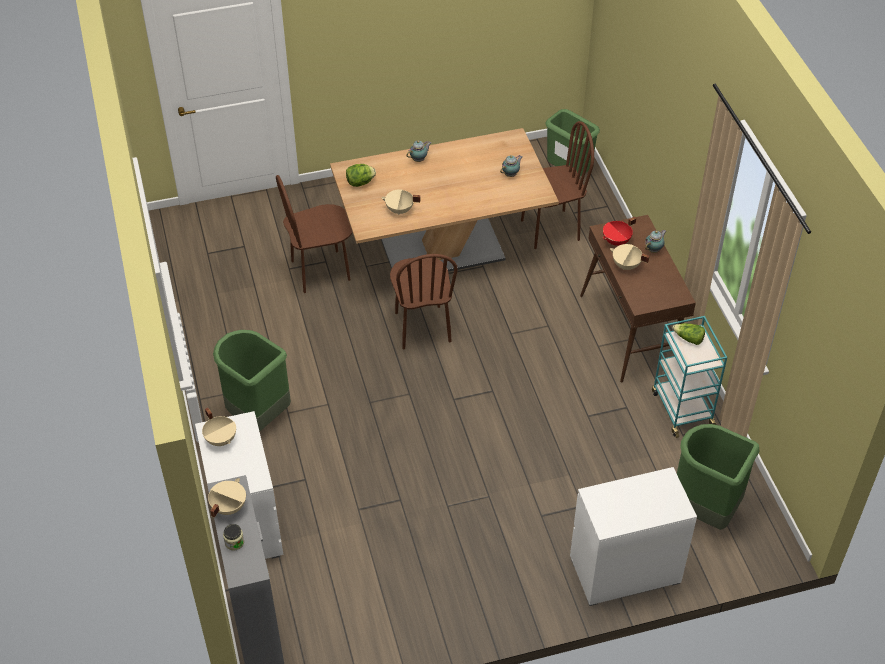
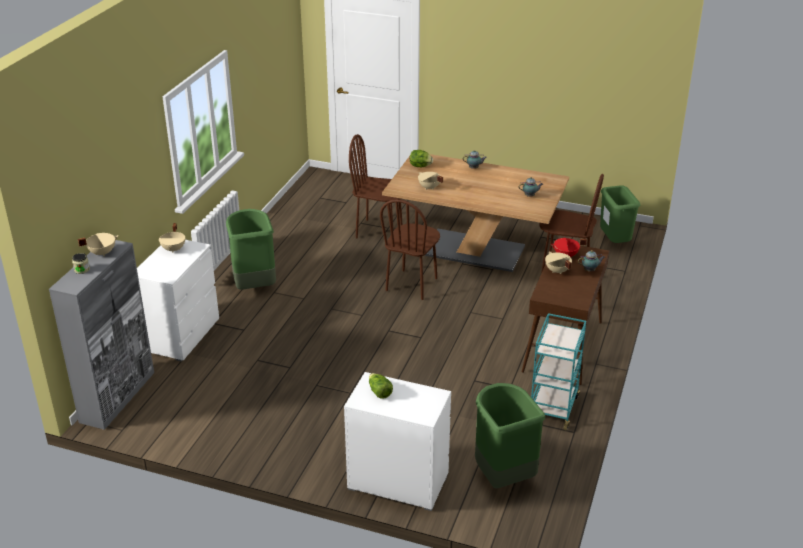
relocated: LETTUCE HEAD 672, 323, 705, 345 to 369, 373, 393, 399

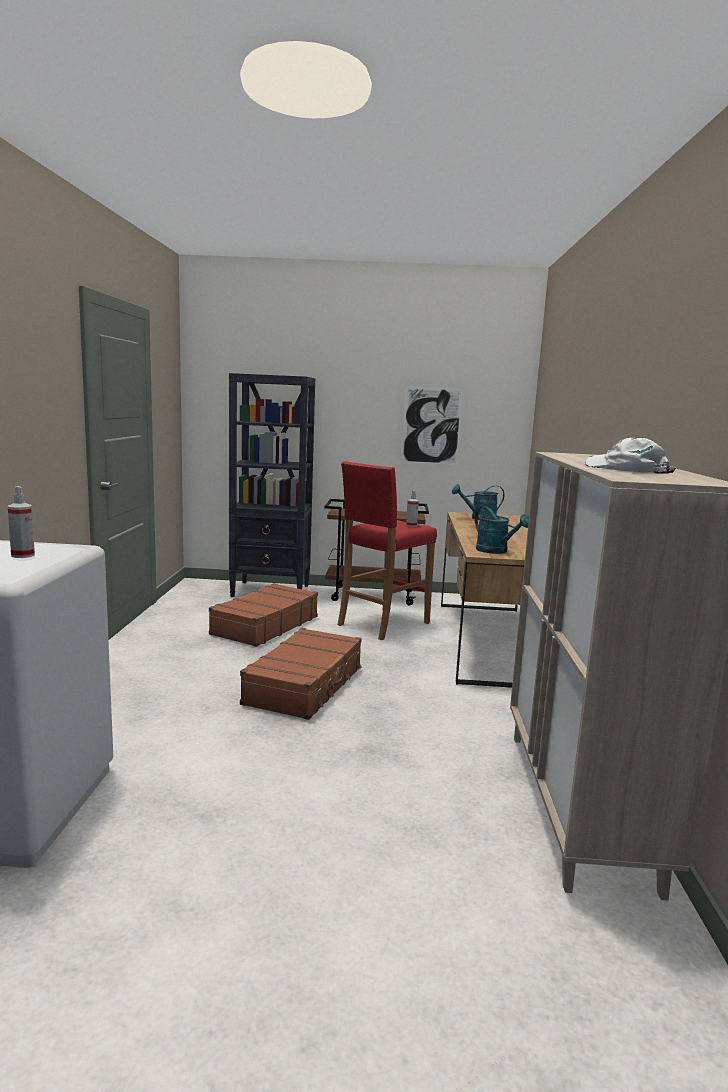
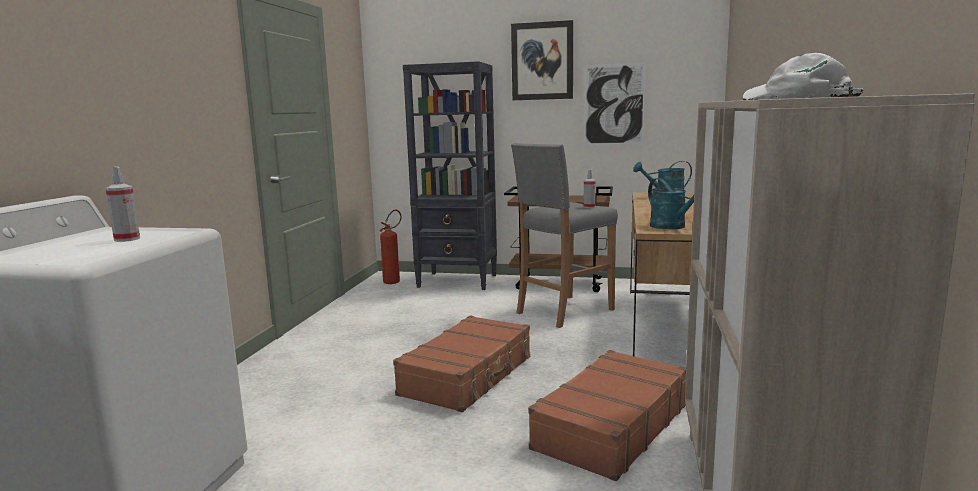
appeared: EXTINGUISHER 379, 209, 402, 284; WALL PICTURE 511, 20, 573, 100
relocated: BROWN-COLOURED TRAVEL CASE 209, 583, 318, 647 to 528, 350, 686, 481
colour: RED STOOL SEAT 338, 461, 437, 640 to GREY STOOL SEAT 511, 143, 618, 328

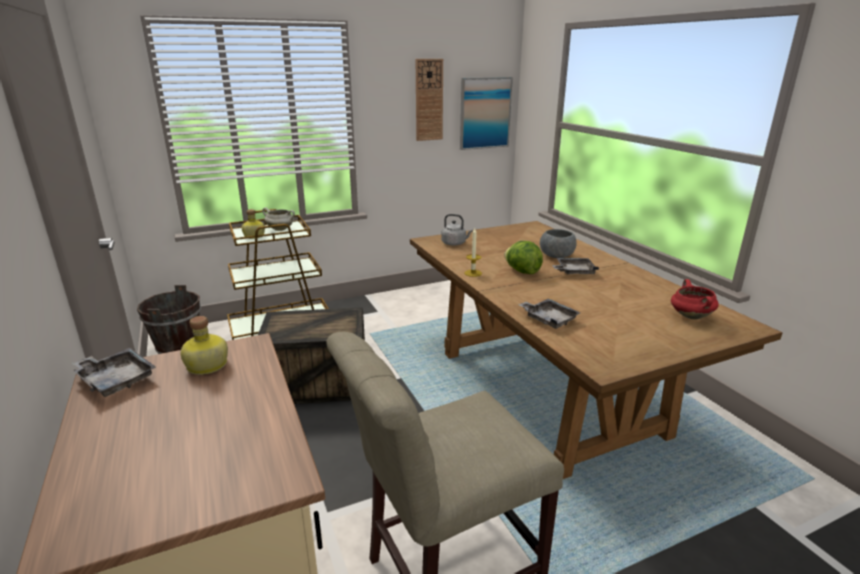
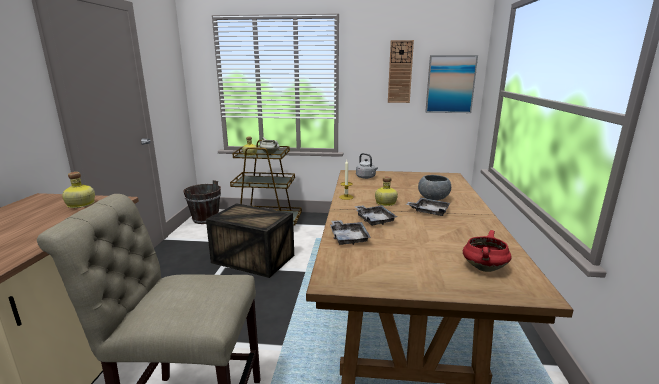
relocated: GREY TRAY 73, 348, 156, 397 to 354, 205, 397, 226
exchanged: LETTUCE HEAD 504, 241, 543, 274 to DRINK BOTTLE 375, 176, 398, 206

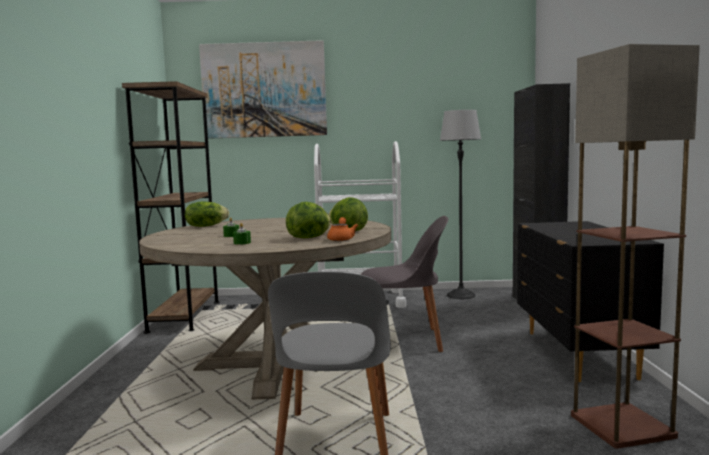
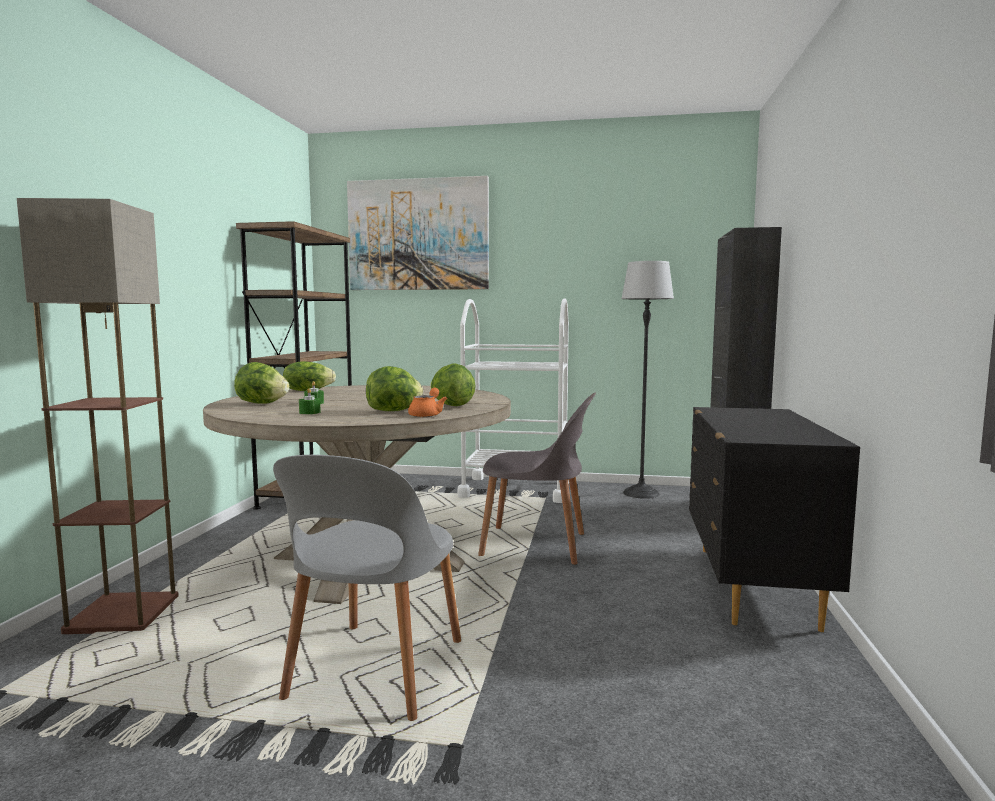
appeared: LETTUCE HEAD 234, 362, 289, 404
relocated: STANDING LAMP 571, 44, 700, 449 to 17, 198, 179, 634

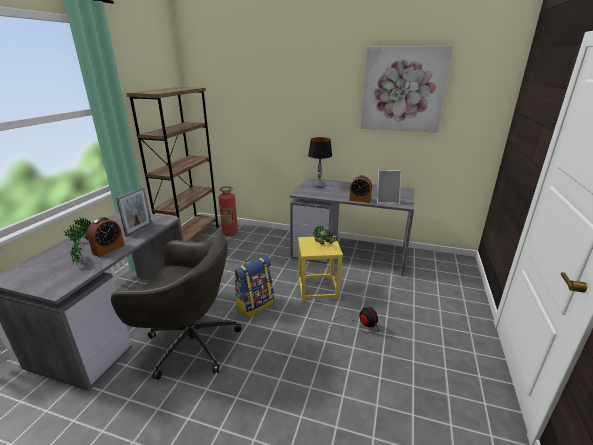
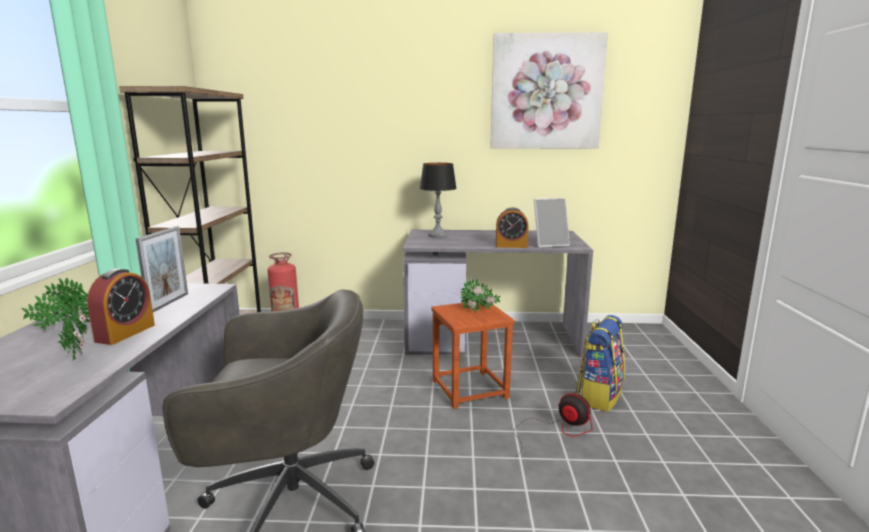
relocated: RUCKSACK 234, 257, 274, 318 to 575, 315, 625, 412
colour: YELLOW STOOL SEAT 298, 236, 343, 301 to BROWN-COLOURED STOOL SEAT 431, 301, 515, 409

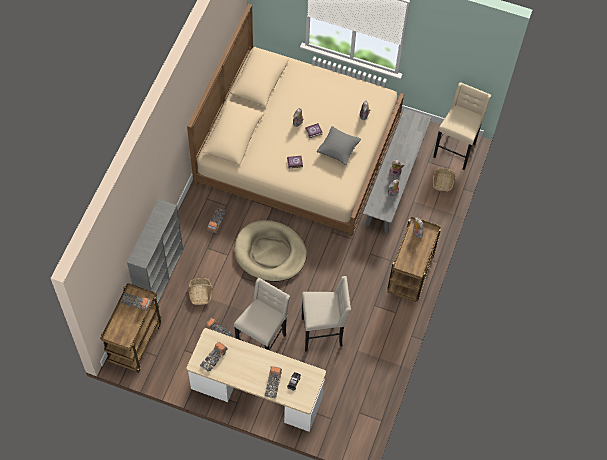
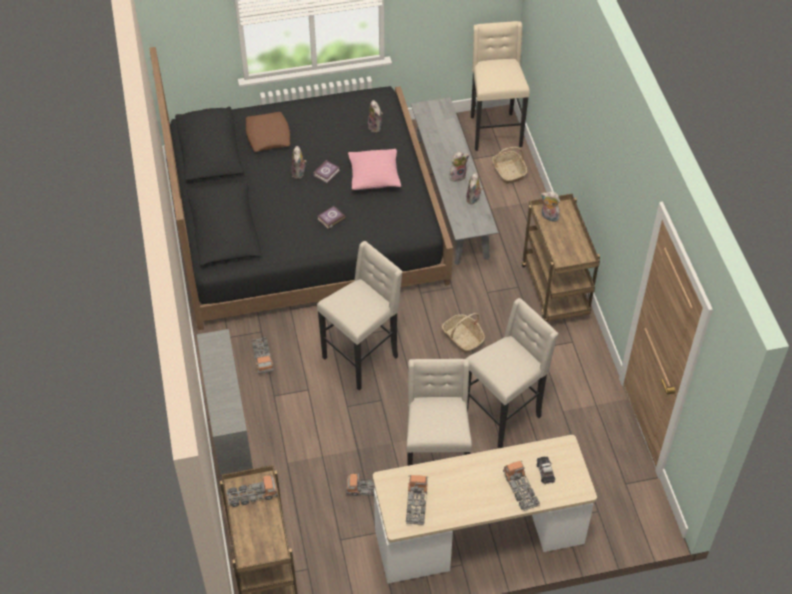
appeared: BROWN-COLOURED PILLOW 246, 112, 290, 152
relocated: HOUSEHOLD BASKET 189, 278, 213, 305 to 442, 313, 485, 353
exchanged: BEIGE DOG CUSHION 234, 220, 307, 282 to BEIGE STOOL SEAT 317, 241, 403, 390
colour: BEIGE BED 187, 4, 404, 236 to BLACK-COLOURED BED 149, 47, 453, 330; GREY PILLOW 317, 126, 361, 165 to PINK PILLOW 348, 149, 401, 190

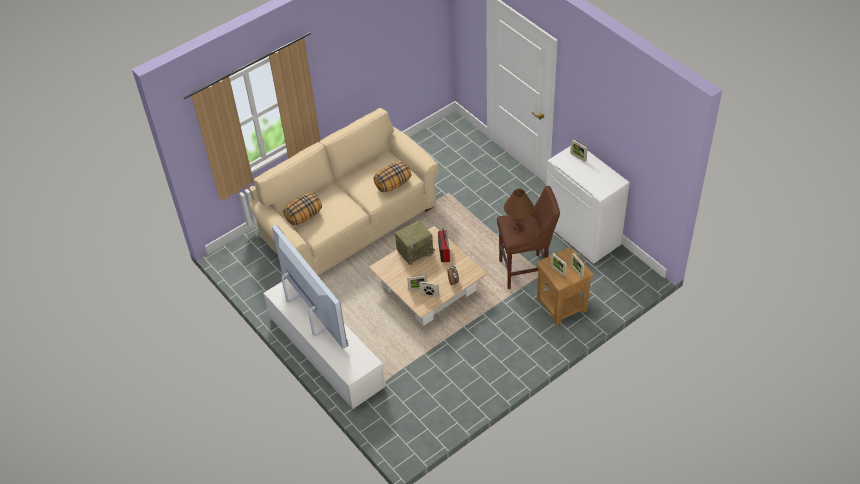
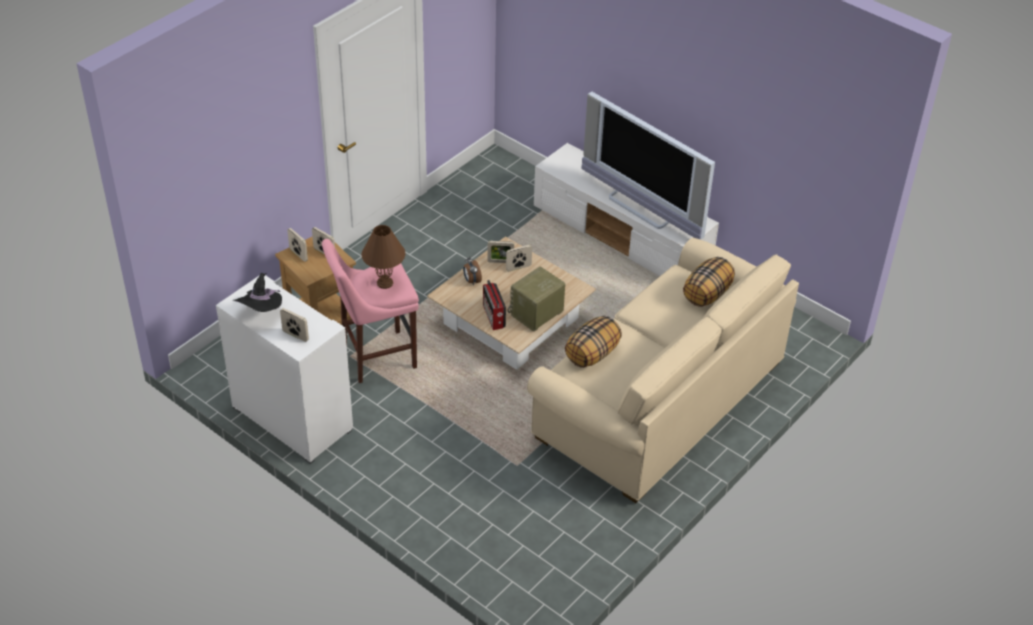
appeared: BLACK-COLOURED WEARABLE HAT 233, 273, 282, 312
colour: BROWN-COLOURED STOOL SEAT 497, 186, 560, 289 to PINK STOOL SEAT 322, 239, 419, 383

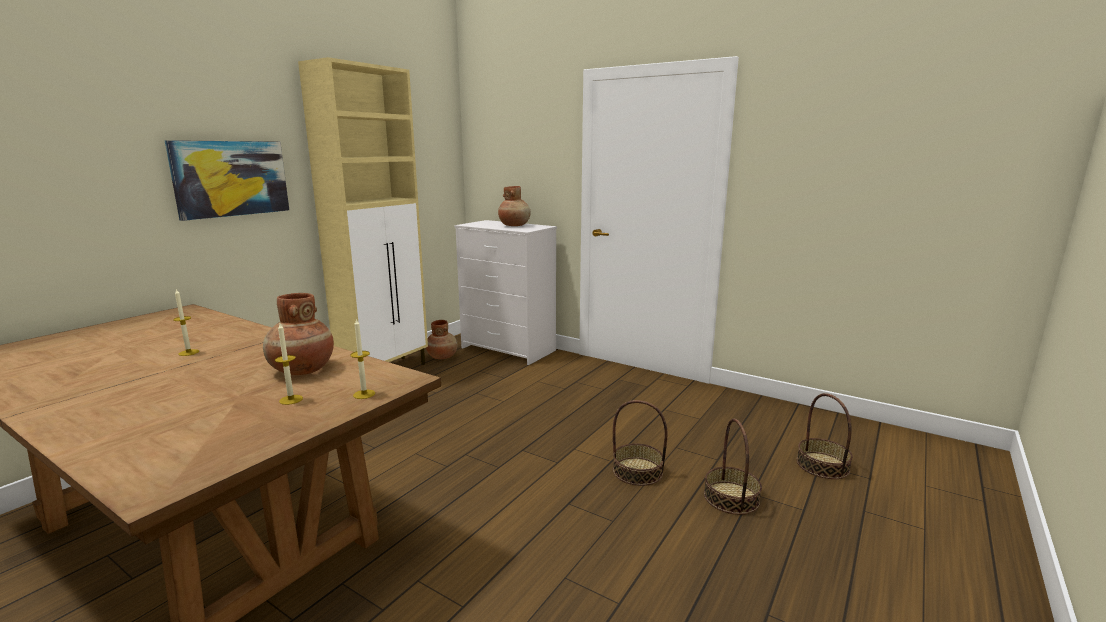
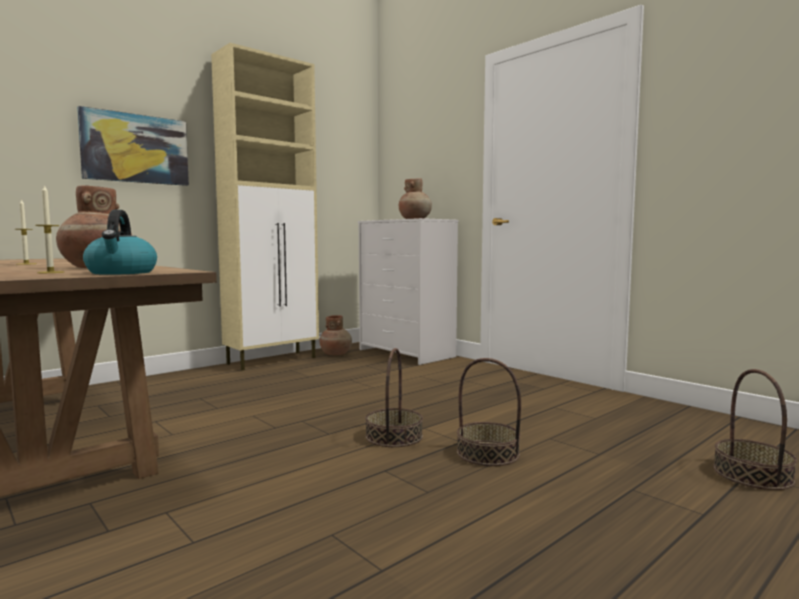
relocated: HOUSEHOLD BASKET 704, 419, 762, 515 to 365, 348, 423, 447
exchanged: CANDLE 350, 318, 375, 399 to KETTLE 83, 210, 157, 275

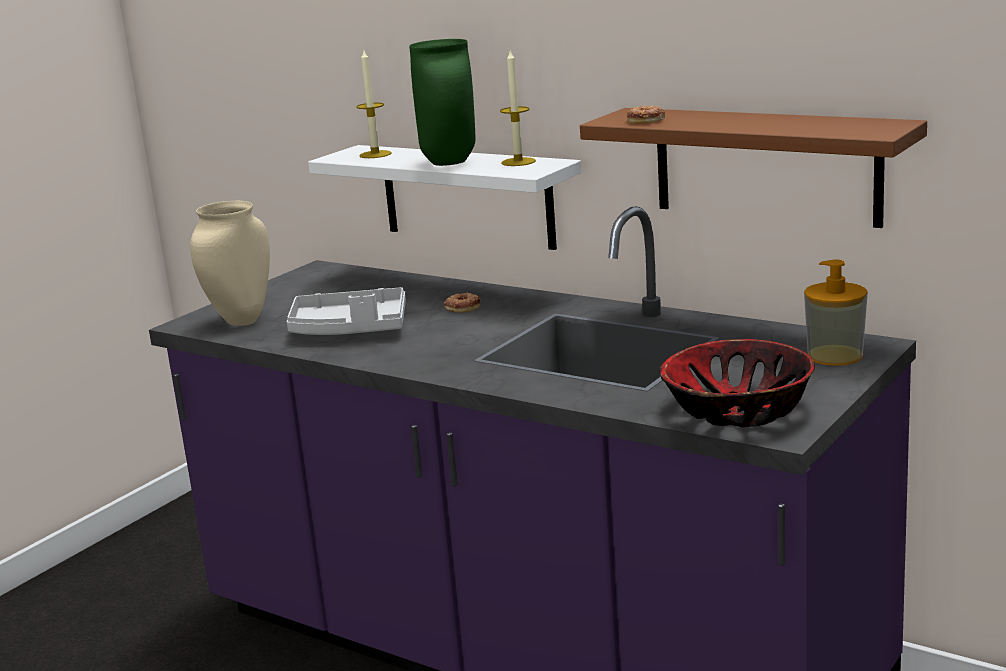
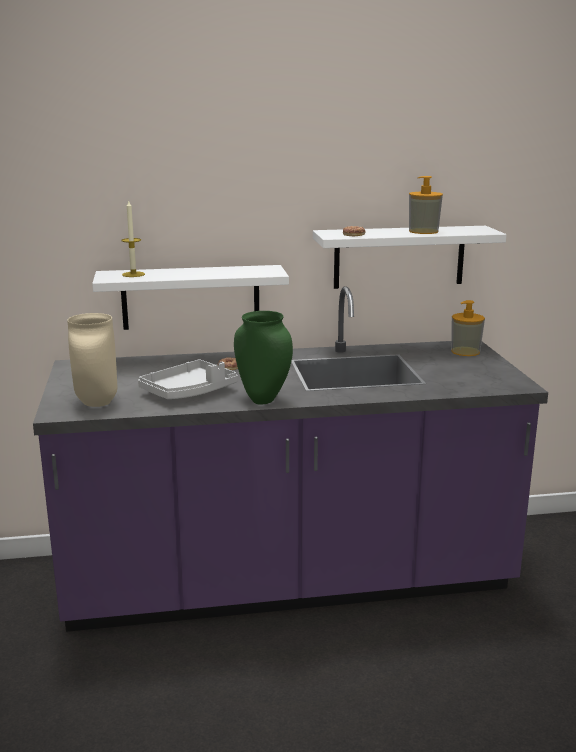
missing: CANDLE 500, 51, 536, 166; BOWL 660, 339, 815, 428
appeared: SOAP DISPENSER 409, 176, 443, 234
relocated: GREENISH FLOWER VASE 409, 39, 476, 166 to 234, 311, 293, 405
colour: BROWN-COLOURED SHELF 580, 108, 927, 228 to WHITISH SHELF 313, 226, 506, 289

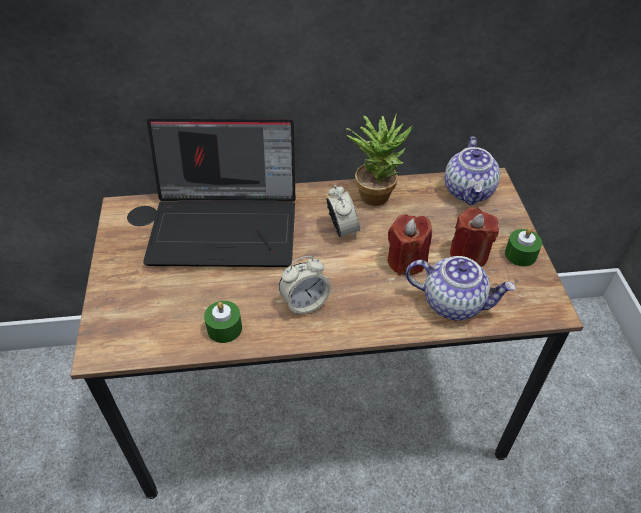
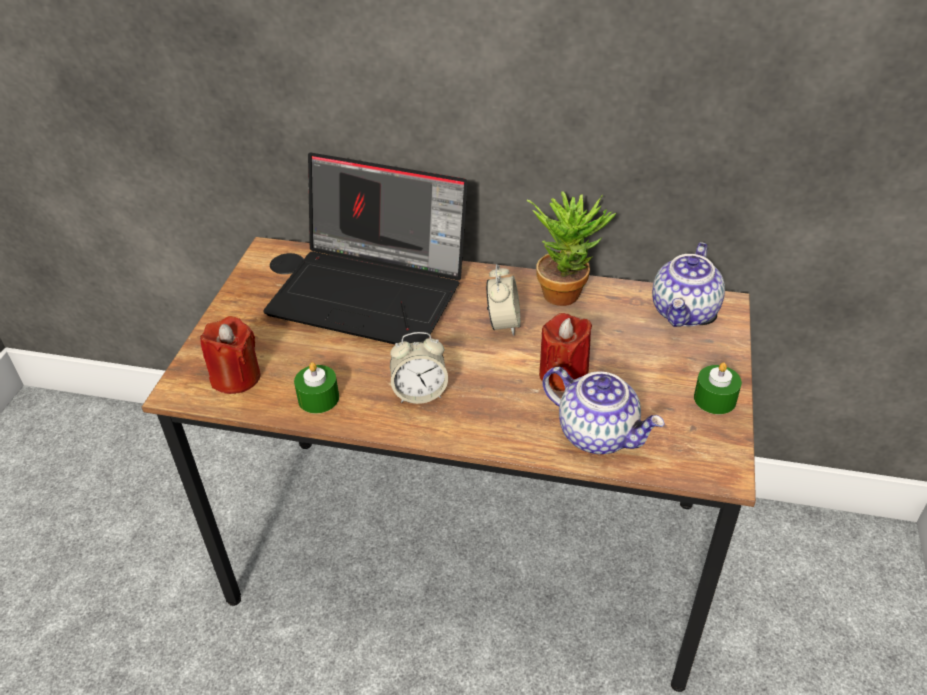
relocated: RED CANDLE 450, 207, 499, 267 to 200, 316, 260, 394

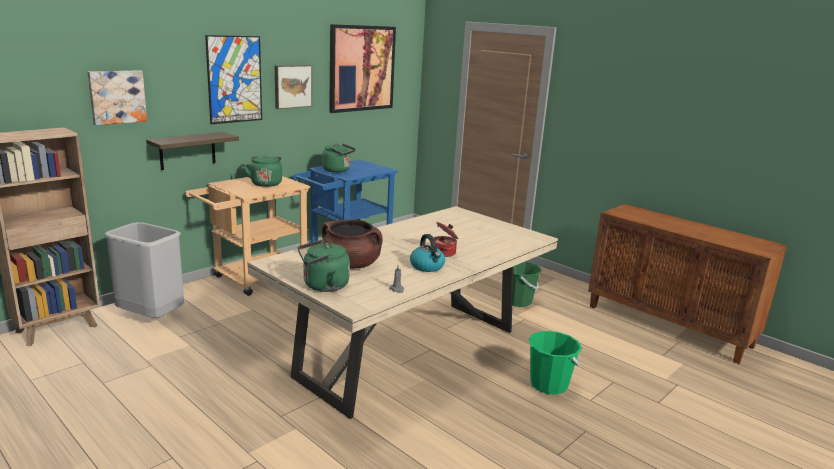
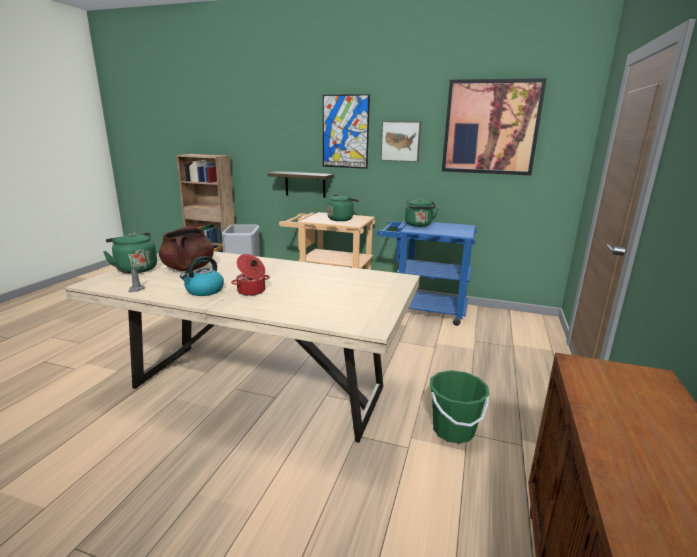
missing: WALL PICTURE 87, 70, 147, 125; GREENISH PAIL 529, 331, 582, 395

